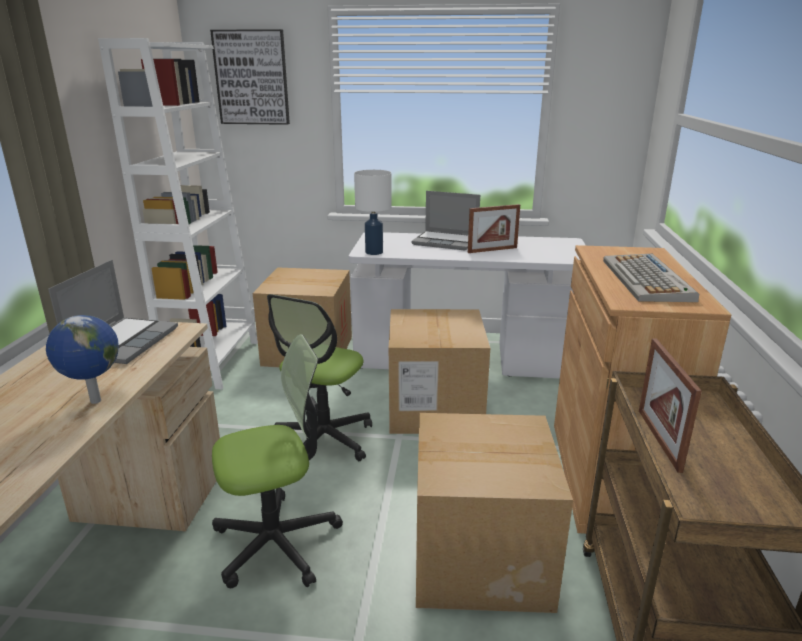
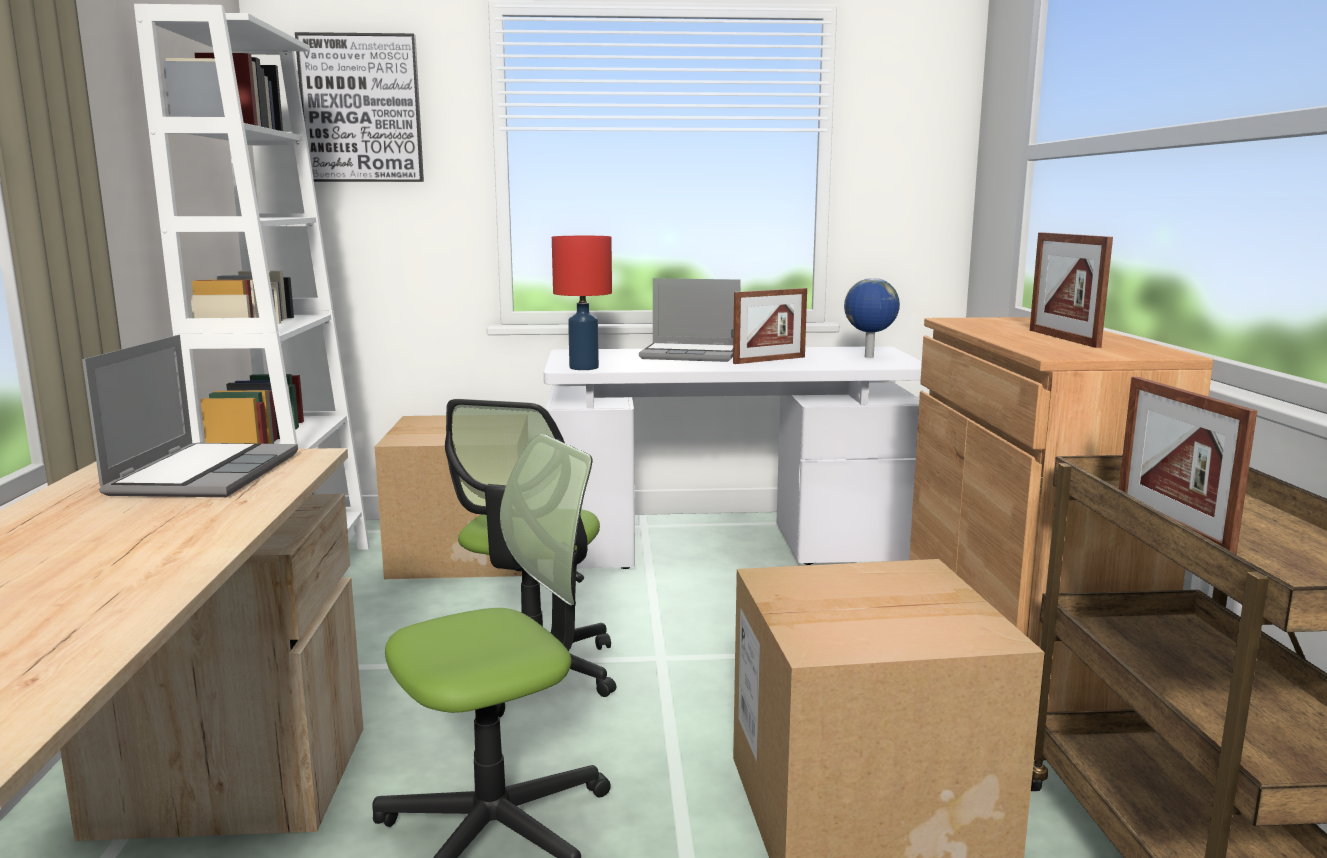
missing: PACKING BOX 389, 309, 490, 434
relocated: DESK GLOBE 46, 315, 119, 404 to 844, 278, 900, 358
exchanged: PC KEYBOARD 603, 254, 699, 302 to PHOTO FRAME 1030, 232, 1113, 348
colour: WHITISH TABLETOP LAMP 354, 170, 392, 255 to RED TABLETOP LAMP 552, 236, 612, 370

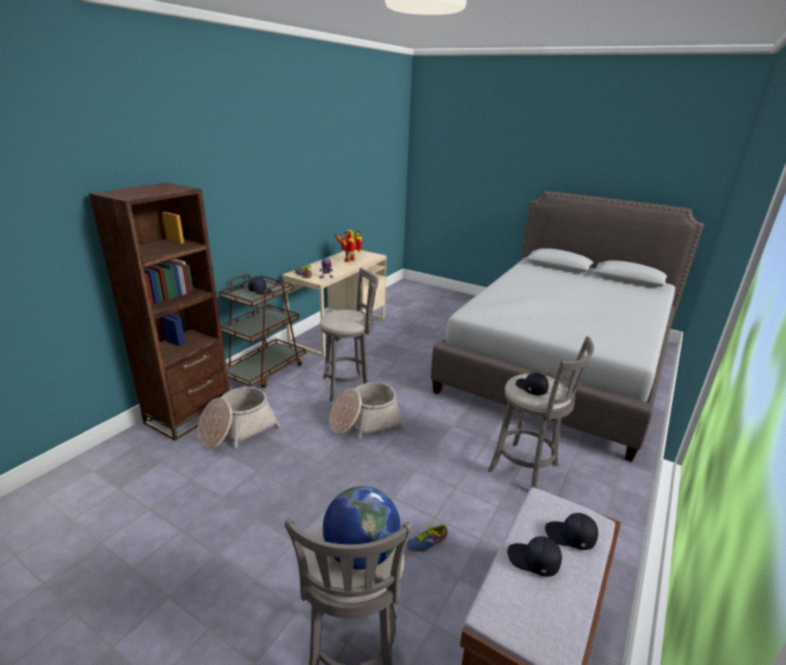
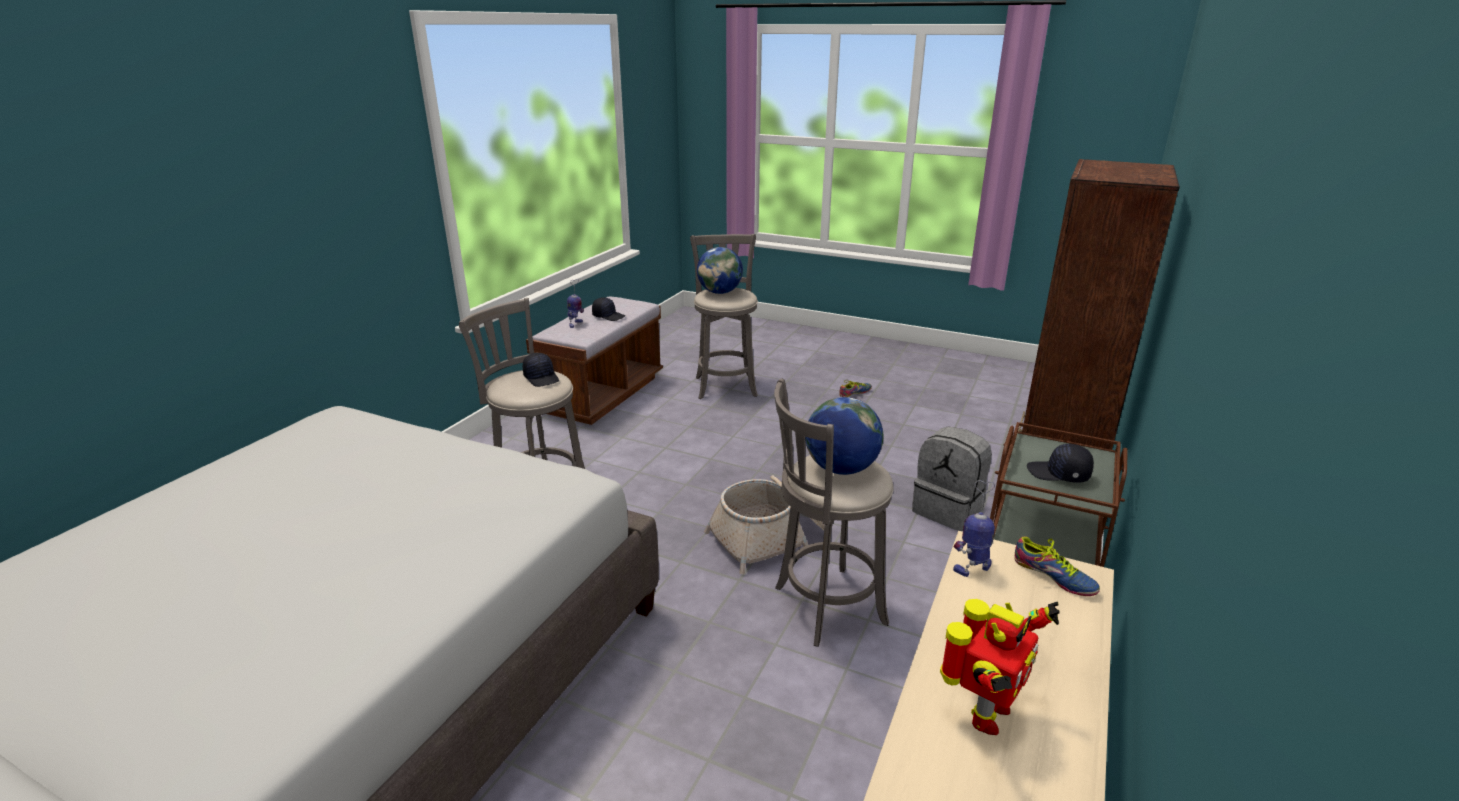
appeared: DESK GLOBE 805, 397, 883, 475
relocated: ITEM OF FOOTWEAR 406, 521, 447, 552 to 839, 380, 872, 397
exchanged: BLACK-COLOURED PEAKED CAP 545, 513, 598, 550 to MODEL ROBOT 567, 279, 584, 328; HOUSEHOLD BASKET 197, 387, 281, 448 to GREY RUCKSACK 912, 426, 992, 531

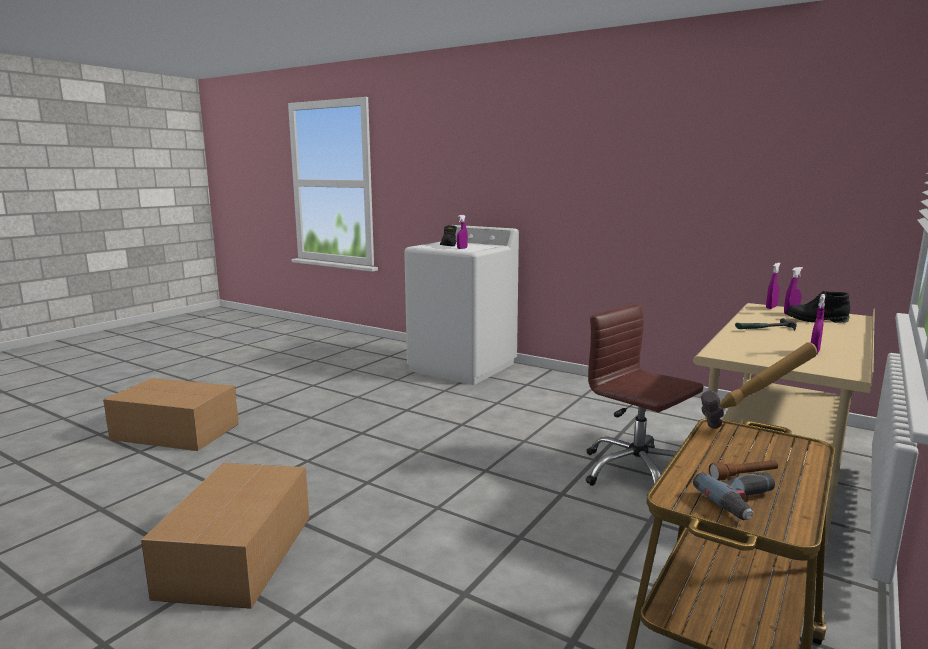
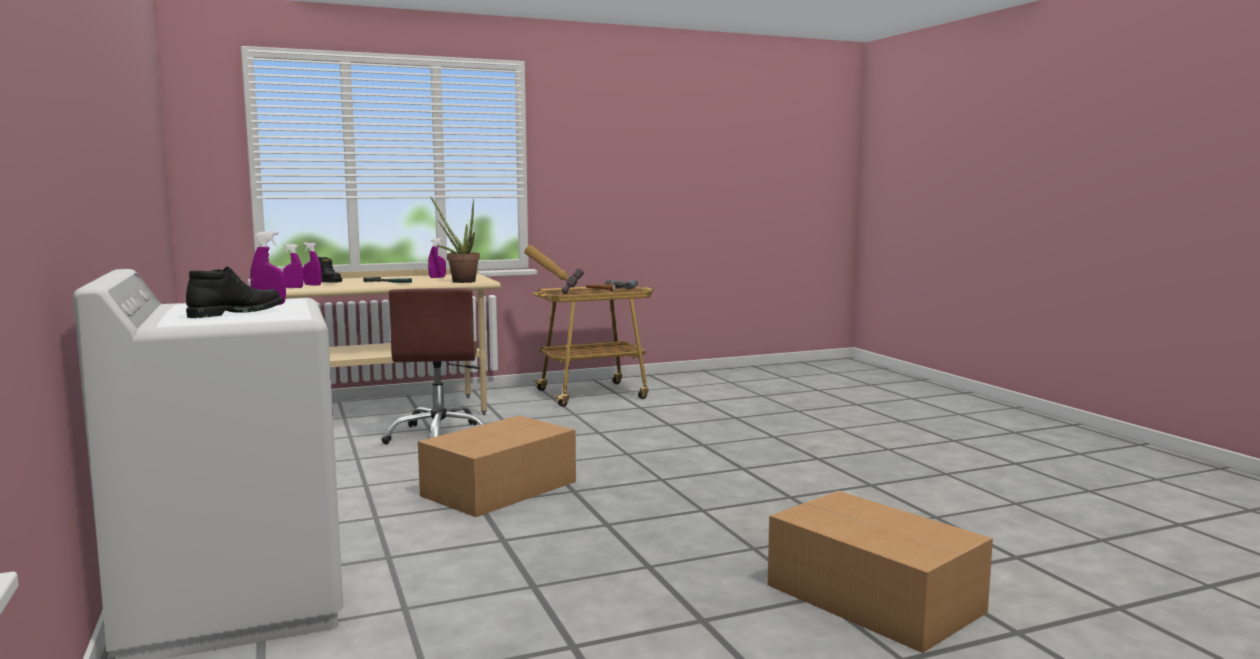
appeared: PLANT IN A POT 431, 197, 480, 283
relocated: PACKING BOX 141, 463, 309, 609 to 418, 416, 576, 517

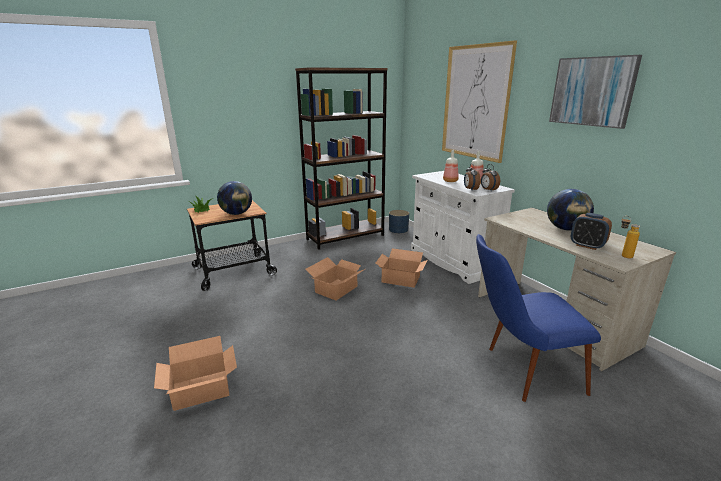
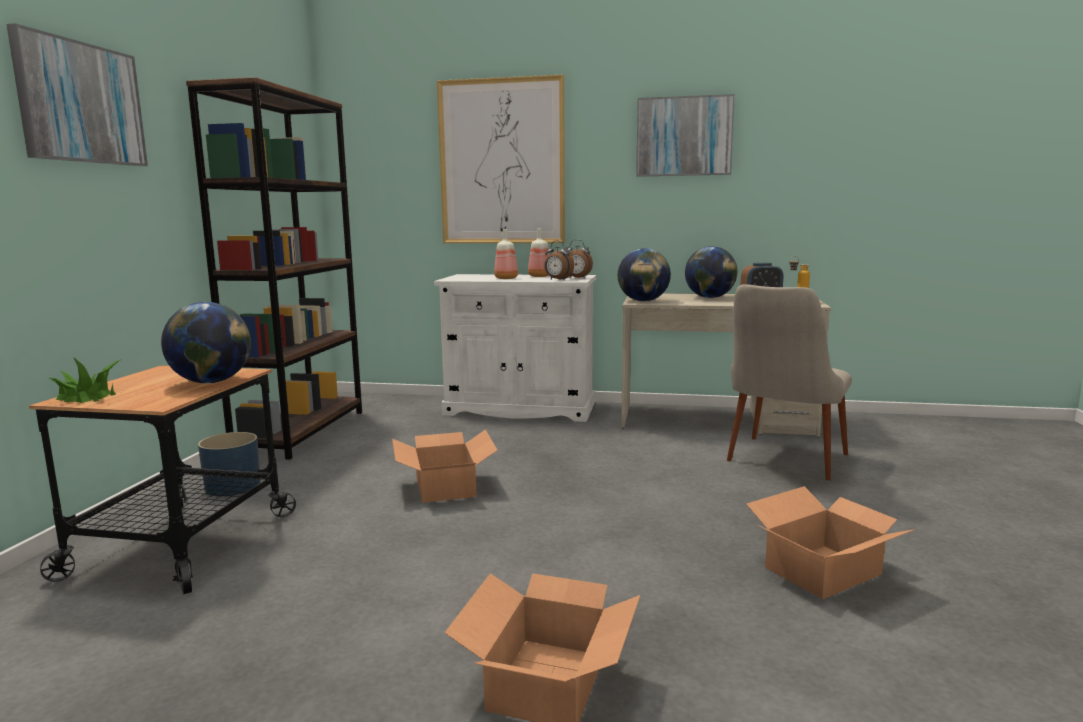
appeared: WALL PICTURE 6, 23, 148, 166; DESK GLOBE 618, 248, 671, 302
relocated: BLUE PLANTER 389, 210, 409, 233 to 198, 432, 261, 496; PACKING BOX 376, 248, 427, 288 to 747, 486, 916, 599
colour: BLUE UPRIGHT CHAIR 476, 234, 601, 402 to BEIGE UPRIGHT CHAIR 727, 284, 852, 480

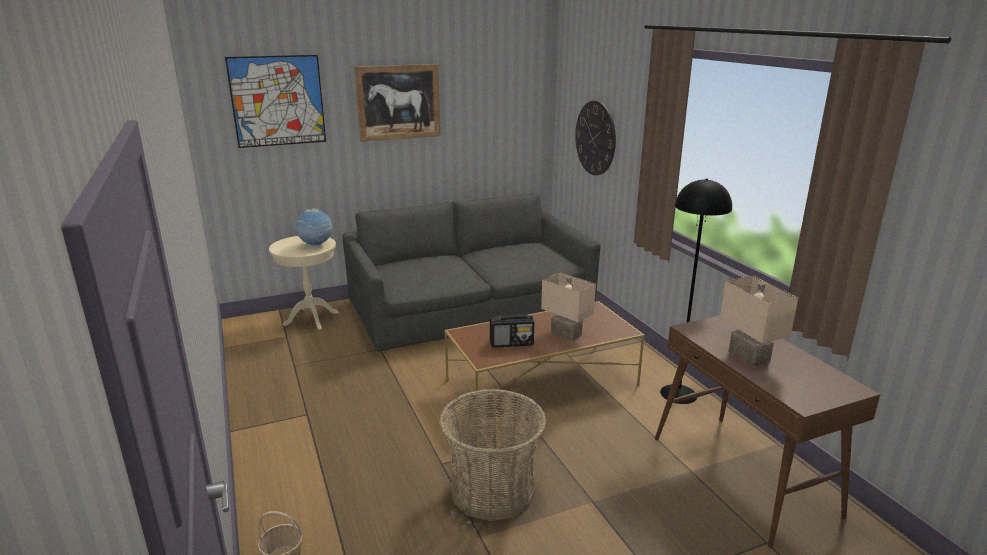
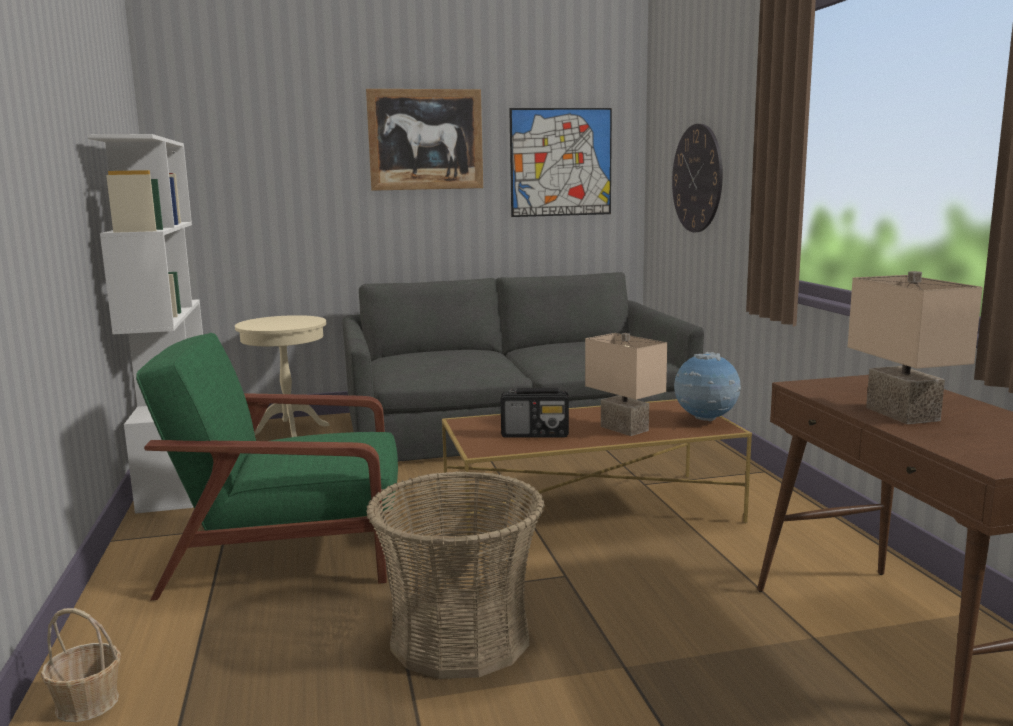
missing: BLACK-COLOURED STANDING LAMP 660, 179, 732, 404
appeared: WHITISH SHELVING UNIT 87, 134, 203, 514; GREENISH EASY CHAIR 136, 333, 398, 600
relocated: WALL PICTURE 225, 55, 326, 148 to 509, 108, 612, 217; DESK GLOBE 296, 208, 332, 246 to 674, 352, 741, 421

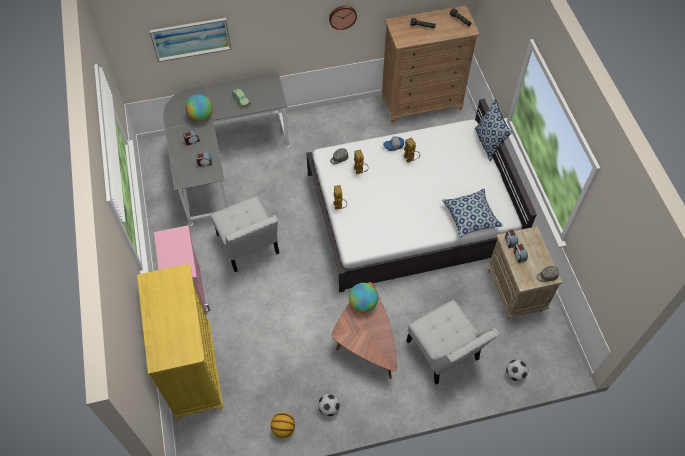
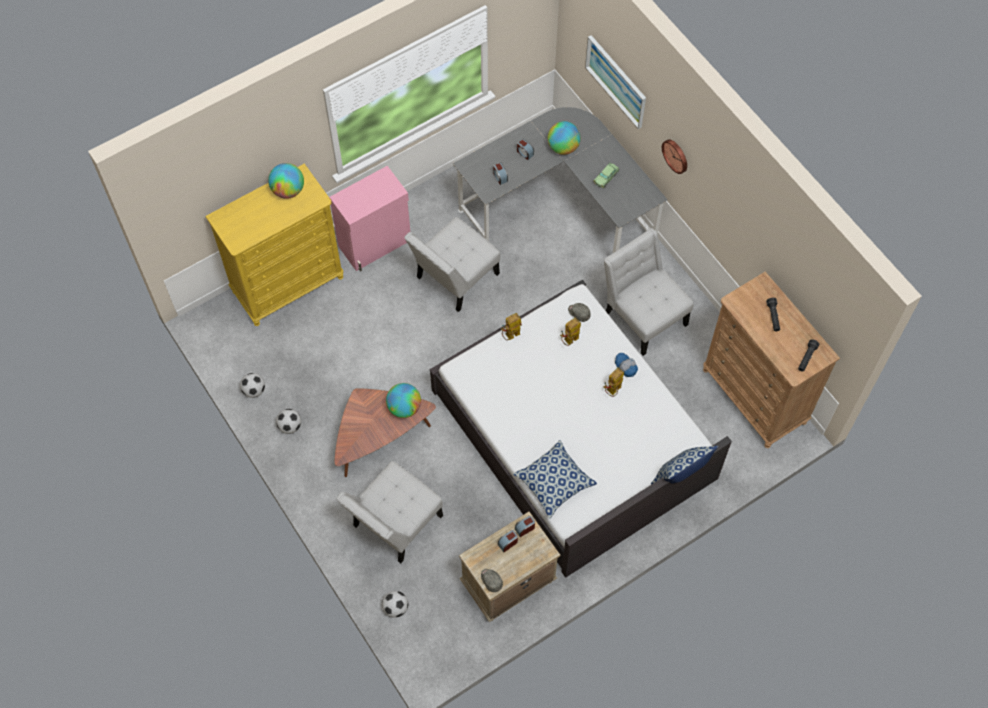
appeared: DESK GLOBE 268, 163, 304, 199; WHITISH UPRIGHT CHAIR 604, 228, 694, 356
relocated: WALL CLOCK 329, 6, 357, 30 to 662, 139, 687, 174
exchanged: BALL FOR BASKETBALL 271, 413, 295, 438 to FOOTBALL BALL 240, 373, 265, 398

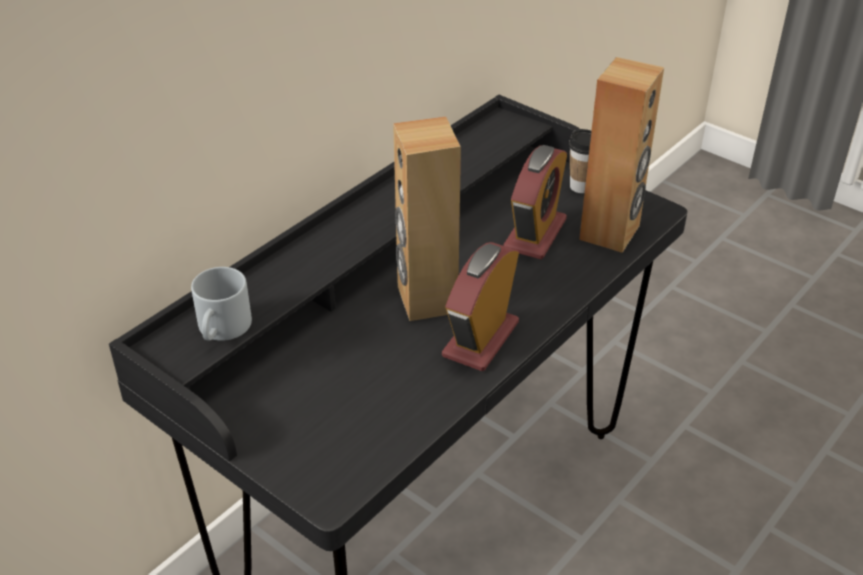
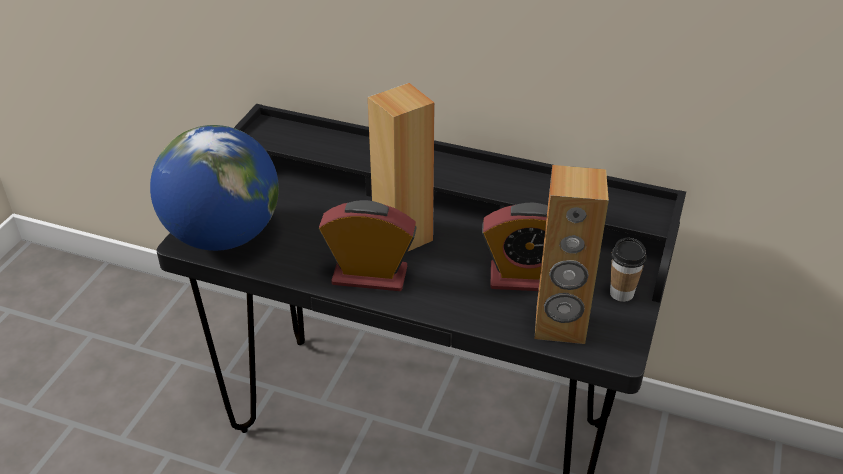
missing: GREY MUG 191, 267, 252, 341
appeared: DESK GLOBE 150, 125, 279, 251

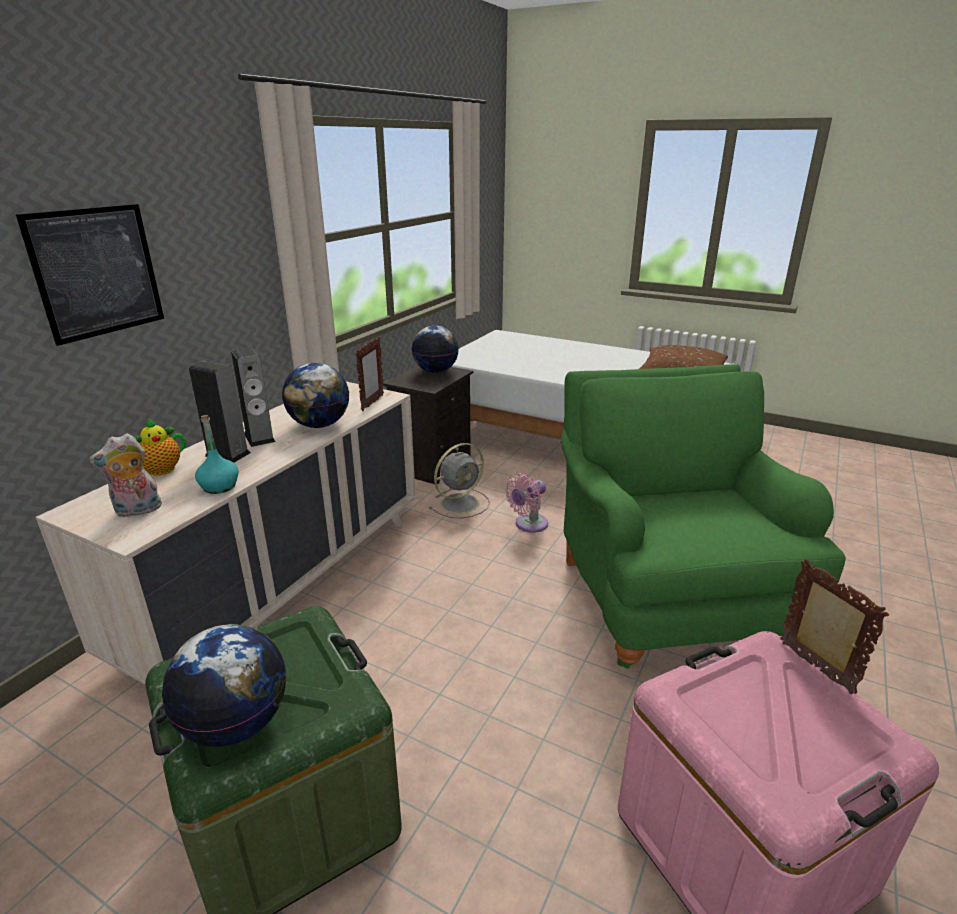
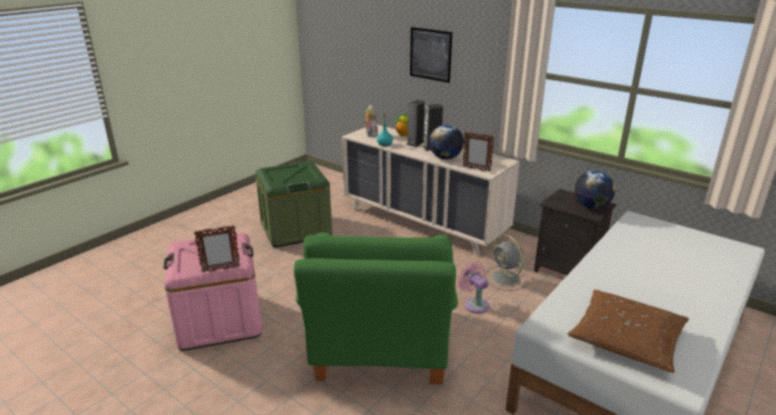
missing: DESK GLOBE 162, 624, 286, 747
spun: GREENISH EASY CHAIR 561, 364, 846, 669 = 294, 232, 458, 384 90 degrees clockwise

